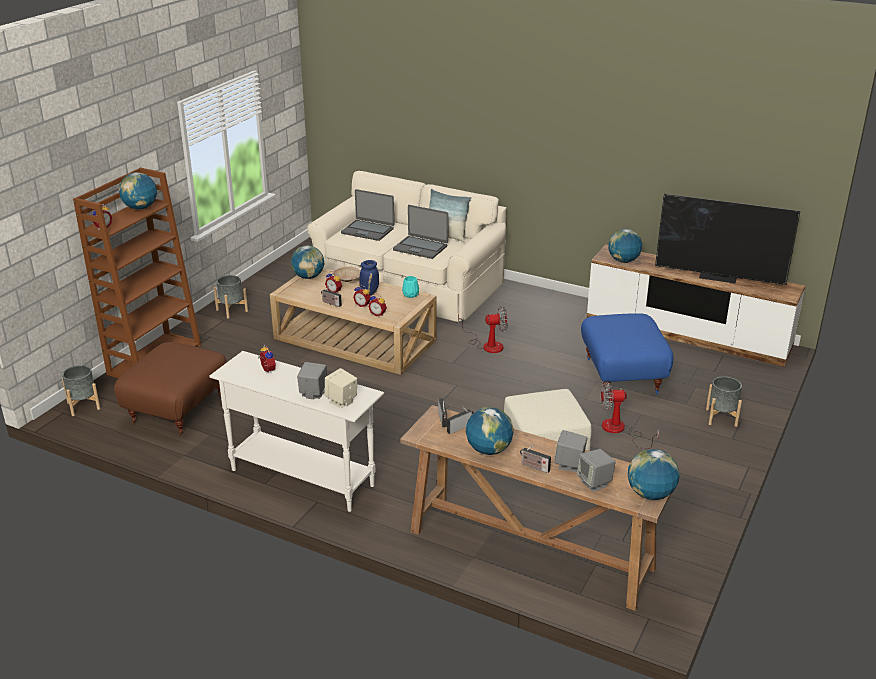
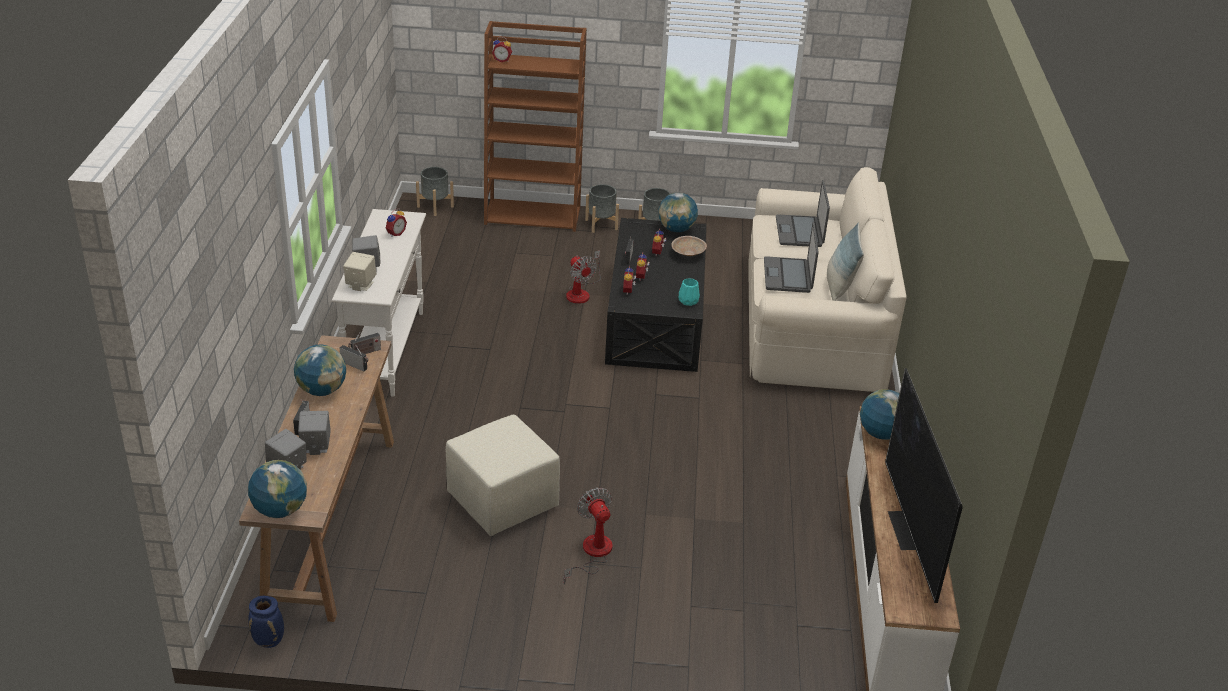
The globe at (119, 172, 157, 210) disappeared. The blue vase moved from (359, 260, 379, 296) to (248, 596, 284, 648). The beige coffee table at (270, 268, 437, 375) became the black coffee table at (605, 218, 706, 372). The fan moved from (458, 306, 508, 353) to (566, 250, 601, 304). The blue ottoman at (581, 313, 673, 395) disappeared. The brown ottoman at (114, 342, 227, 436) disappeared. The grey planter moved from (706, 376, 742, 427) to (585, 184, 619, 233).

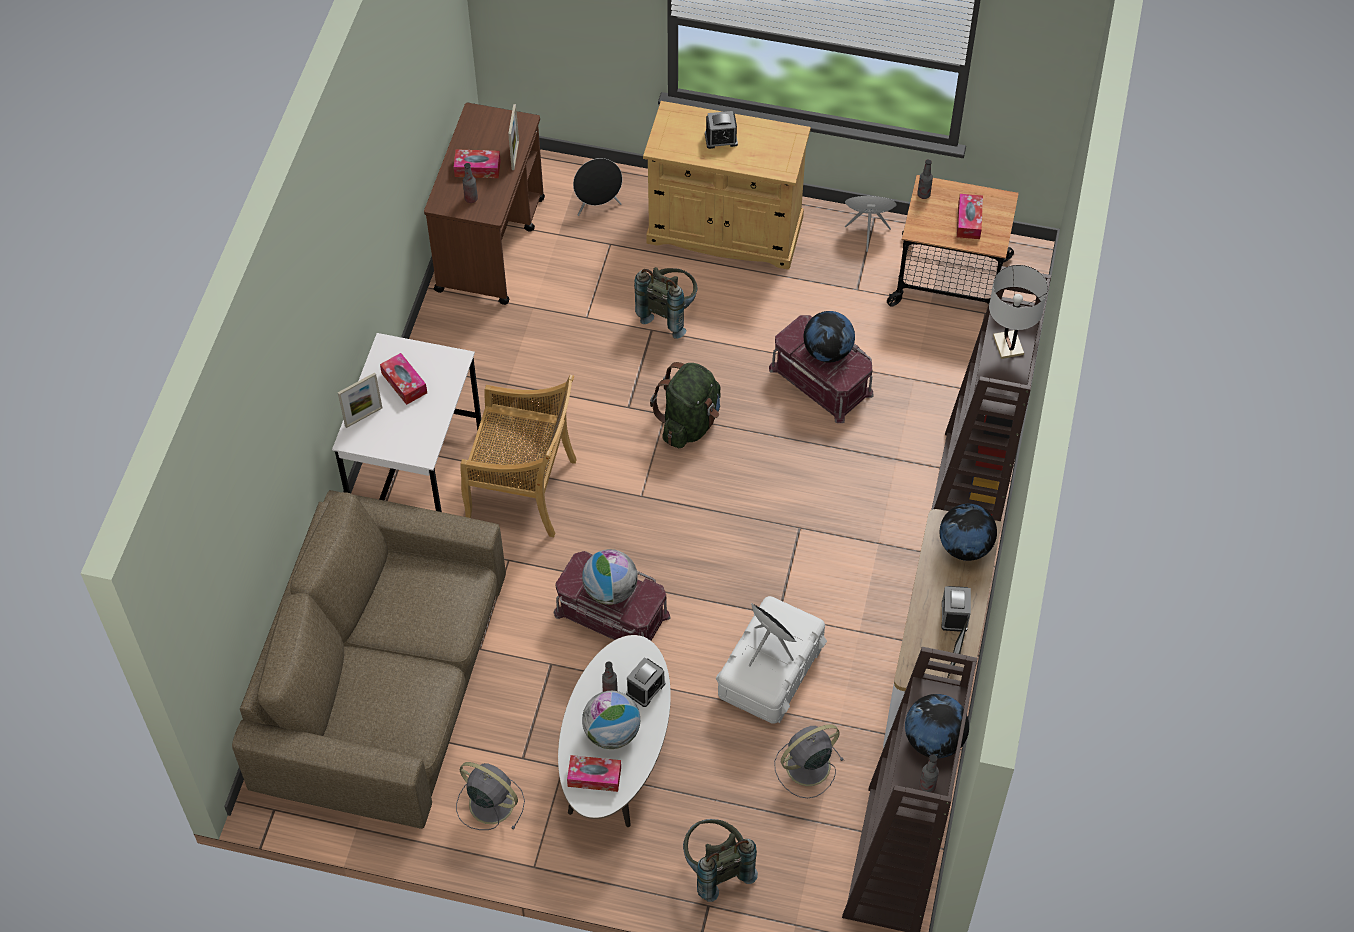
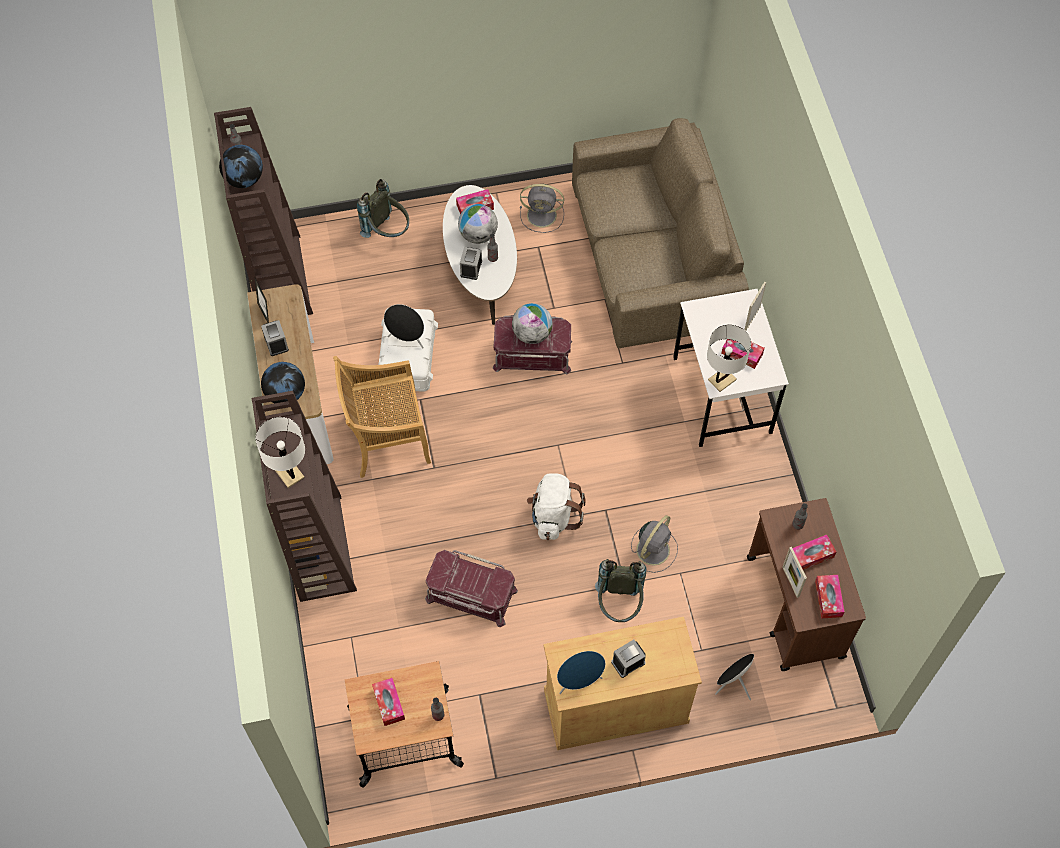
The blue speaker moved from (845, 196, 897, 252) to (557, 651, 606, 694). The globe at (804, 311, 855, 362) disappeared. The green backpack at (650, 362, 720, 448) became the white backpack at (527, 473, 586, 540). The beige chair moved from (460, 375, 577, 537) to (333, 356, 431, 478). The grey fan moved from (774, 724, 844, 798) to (631, 515, 678, 573). The white table lamp at (707, 325, 751, 392) appeared. The tissue box at (815, 575, 845, 619) appeared.

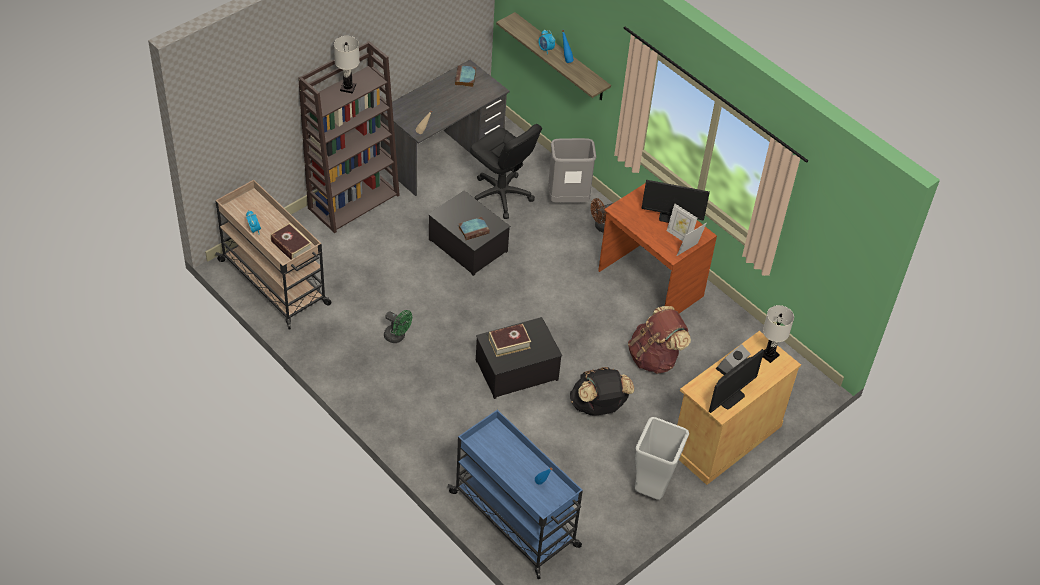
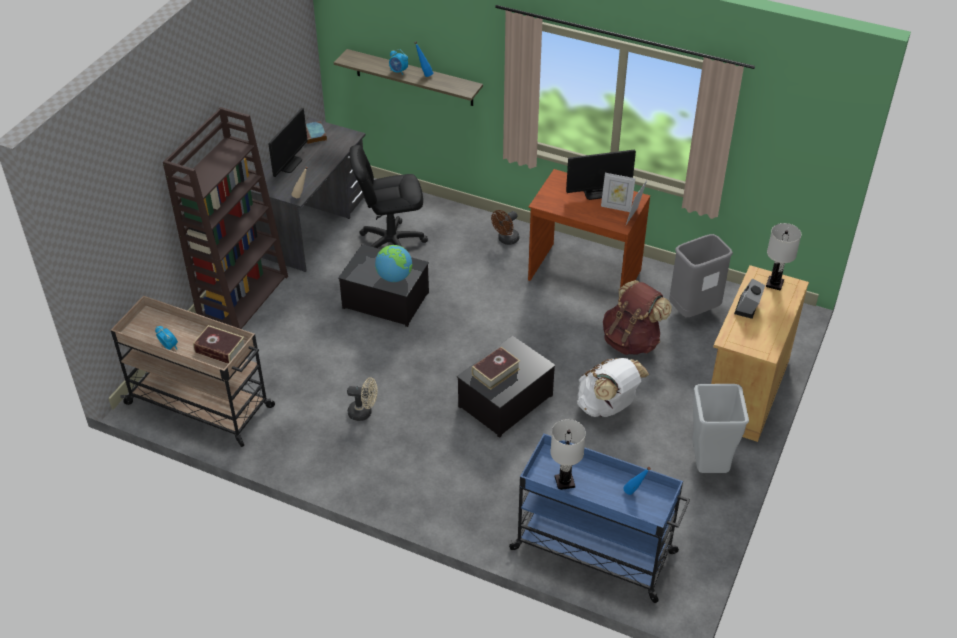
The white table lamp moved from (334, 36, 360, 93) to (550, 419, 586, 490). The black office chair at (470, 124, 542, 219) turned 150 degrees clockwise. The grey trash can moved from (548, 138, 596, 203) to (669, 234, 733, 317). The book at (458, 217, 490, 240) was replaced by the globe at (375, 245, 412, 282). The green fan at (384, 310, 412, 343) became the beige fan at (347, 377, 378, 421). The monitor moved from (709, 349, 764, 413) to (268, 108, 308, 177). The black backpack at (570, 367, 634, 416) became the white backpack at (577, 358, 649, 417).

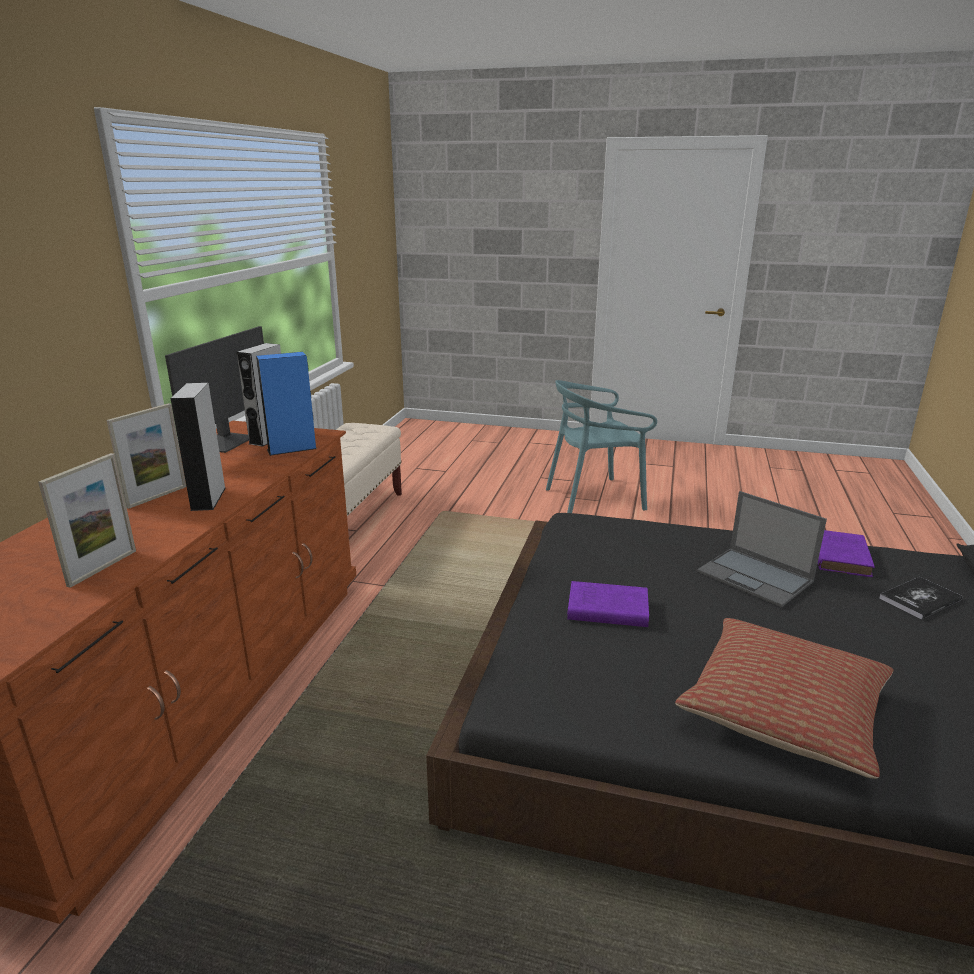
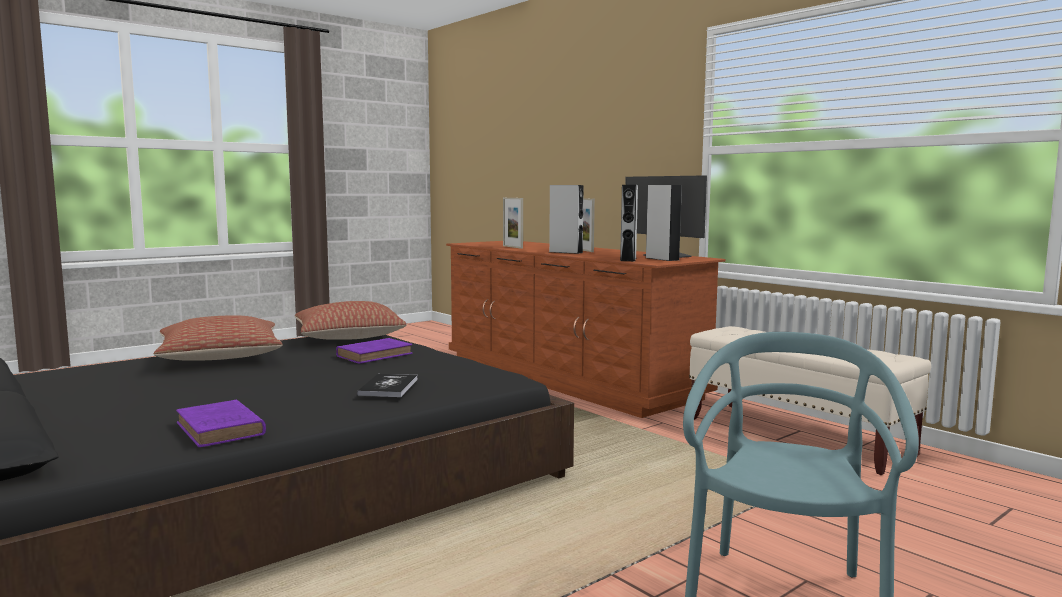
The blue speaker at (256, 352, 317, 456) became the grey speaker at (620, 185, 638, 261). The laptop at (697, 491, 827, 607) disappeared. The book moved from (879, 577, 962, 620) to (357, 374, 418, 397). The pillow at (295, 301, 407, 340) appeared.

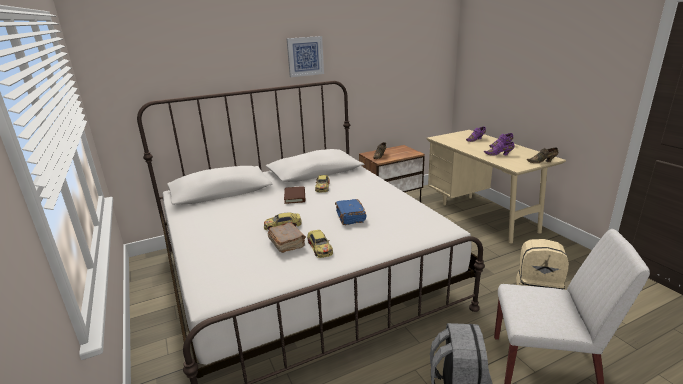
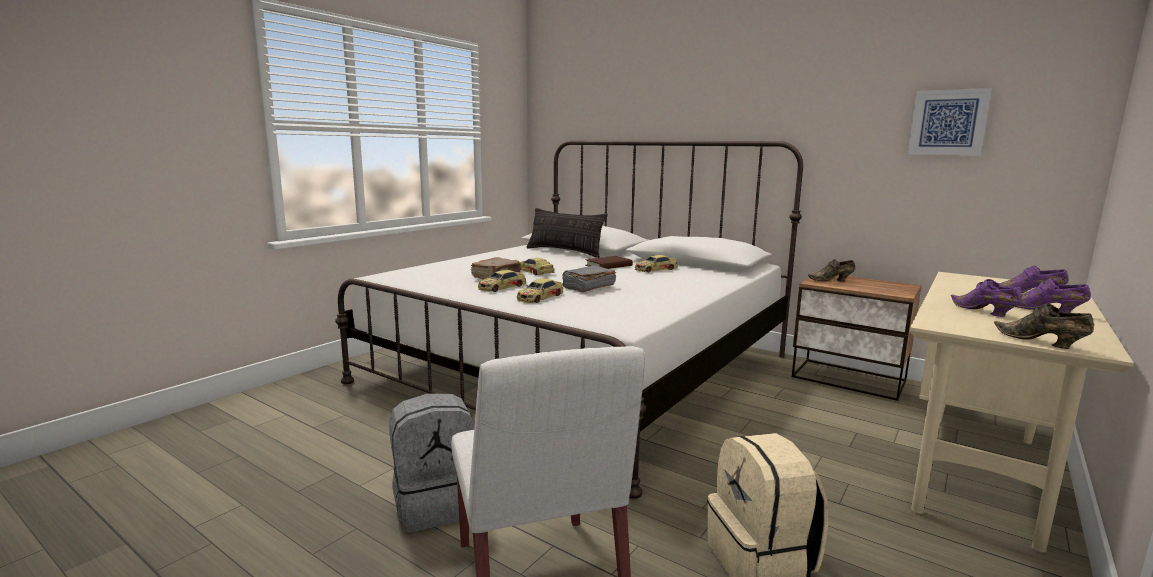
The picture moved from (286, 36, 324, 77) to (908, 88, 992, 156). The blue book at (335, 199, 367, 225) became the grey book at (562, 265, 616, 293). The pillow at (526, 208, 607, 258) appeared. The toy car at (517, 279, 563, 303) appeared.

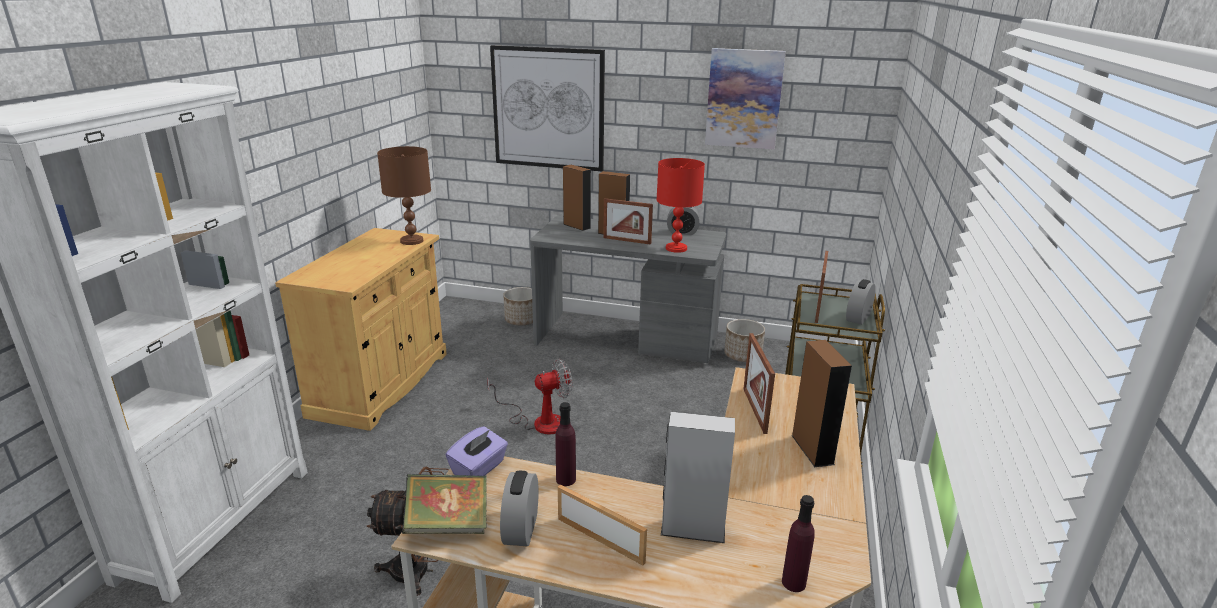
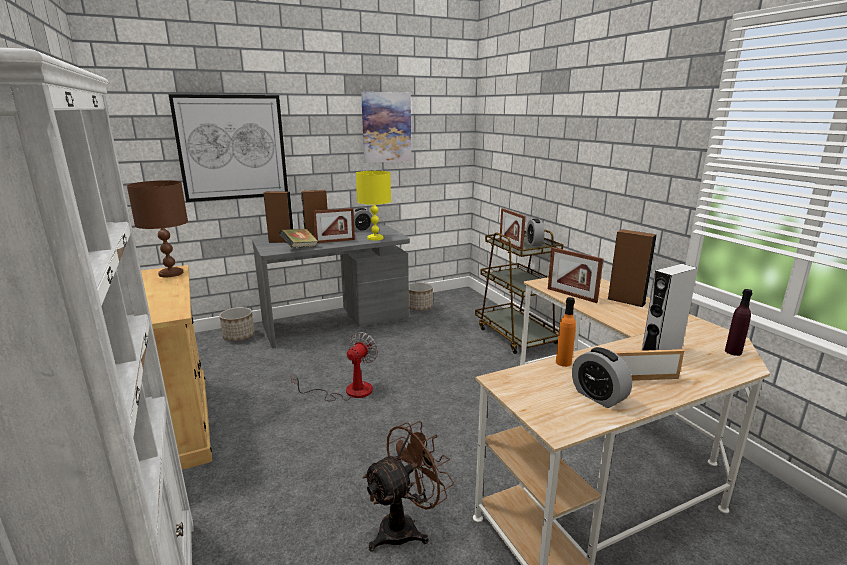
The red table lamp at (657, 158, 705, 253) became the yellow table lamp at (356, 171, 391, 241). The purple bottle at (556, 402, 576, 486) became the orange bottle at (556, 297, 576, 367). The purple tissue box at (446, 426, 508, 476) disappeared. The book moved from (402, 474, 487, 534) to (279, 229, 318, 248).

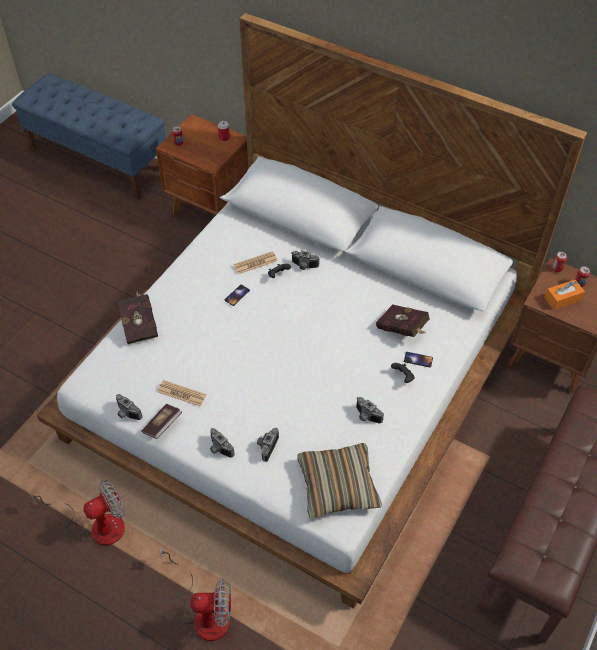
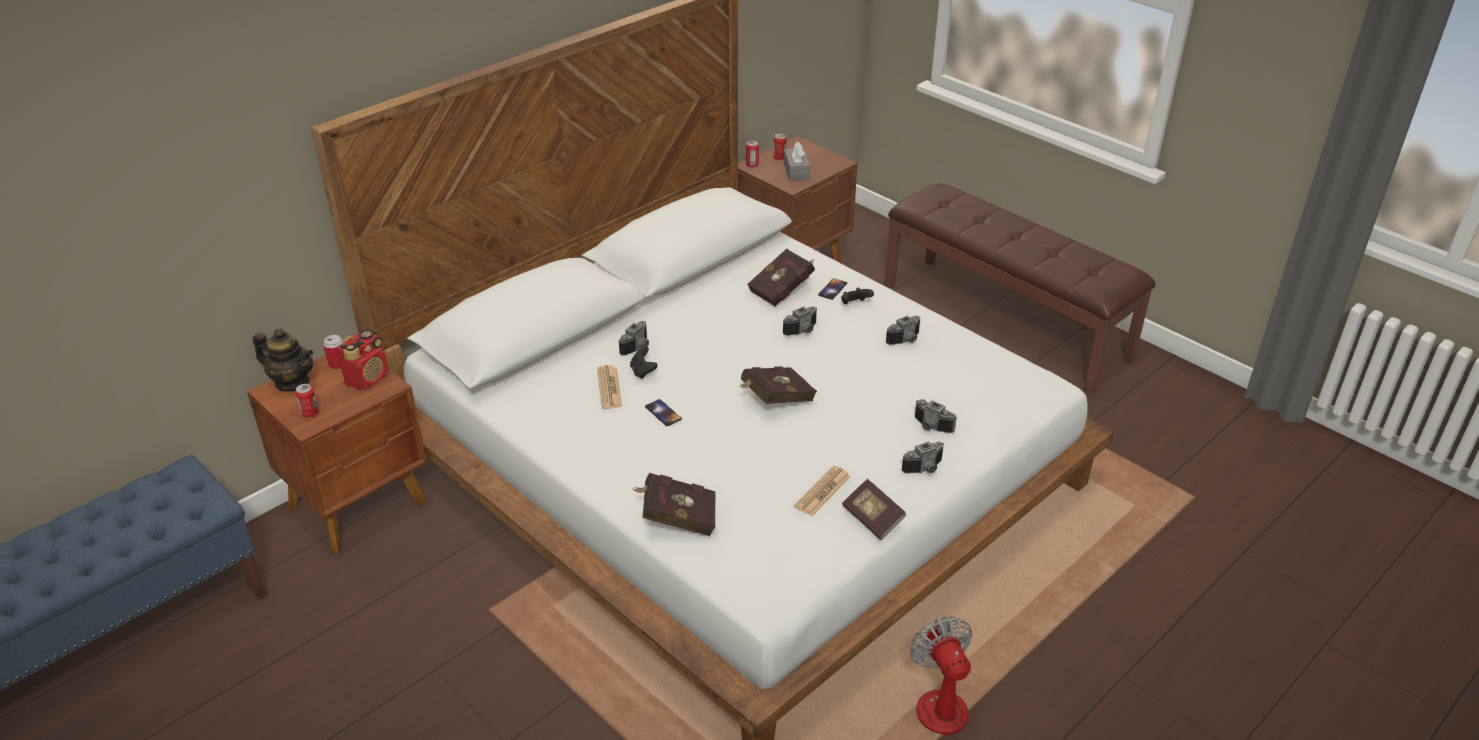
The orange tissue box at (544, 280, 585, 310) became the grey tissue box at (784, 142, 810, 181). The photo camera moved from (116, 394, 143, 420) to (783, 306, 817, 336). The pillow at (297, 443, 382, 519) disappeared. The fan at (160, 546, 231, 641) disappeared. The teapot at (253, 328, 314, 391) appeared. The radio at (336, 329, 389, 390) appeared. The red book at (739, 366, 817, 404) appeared.

